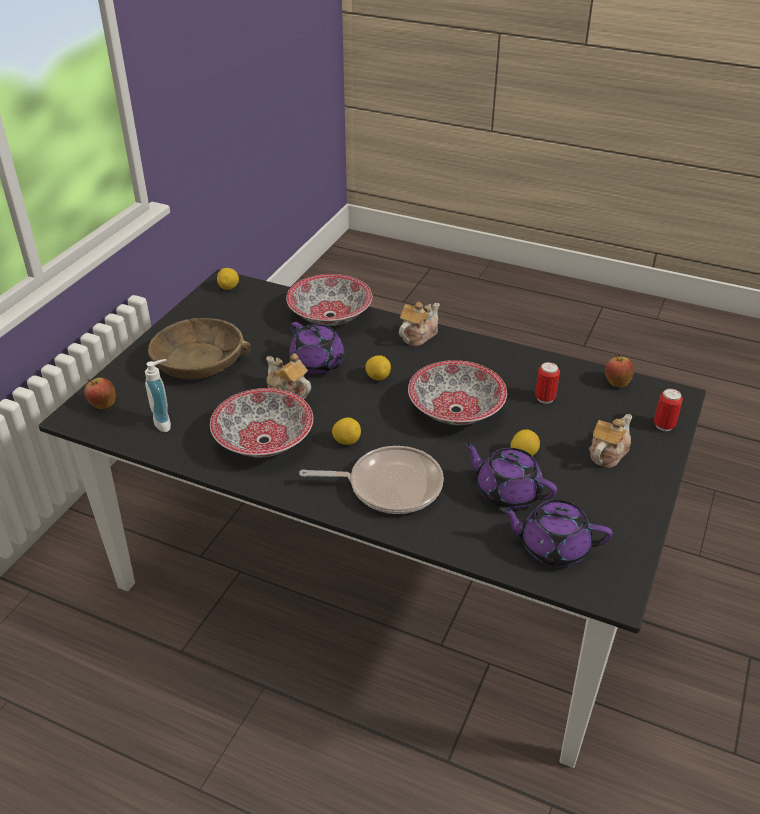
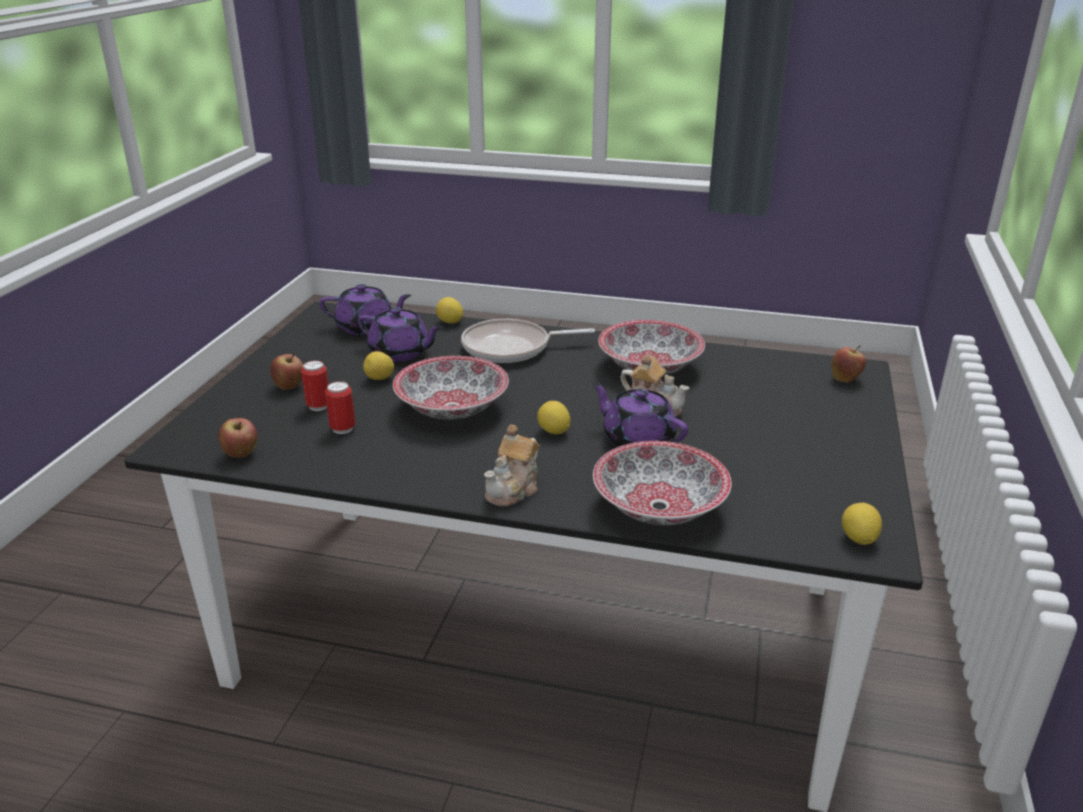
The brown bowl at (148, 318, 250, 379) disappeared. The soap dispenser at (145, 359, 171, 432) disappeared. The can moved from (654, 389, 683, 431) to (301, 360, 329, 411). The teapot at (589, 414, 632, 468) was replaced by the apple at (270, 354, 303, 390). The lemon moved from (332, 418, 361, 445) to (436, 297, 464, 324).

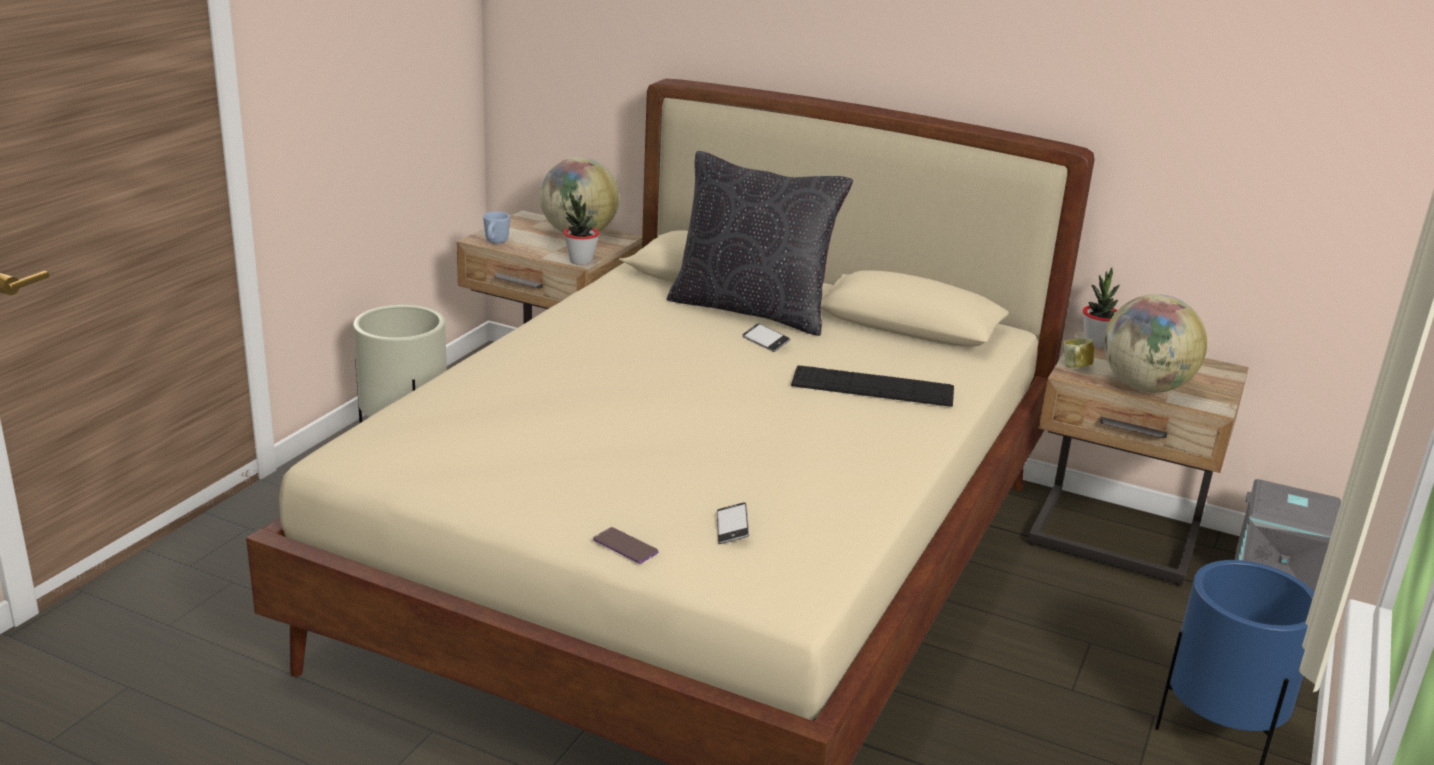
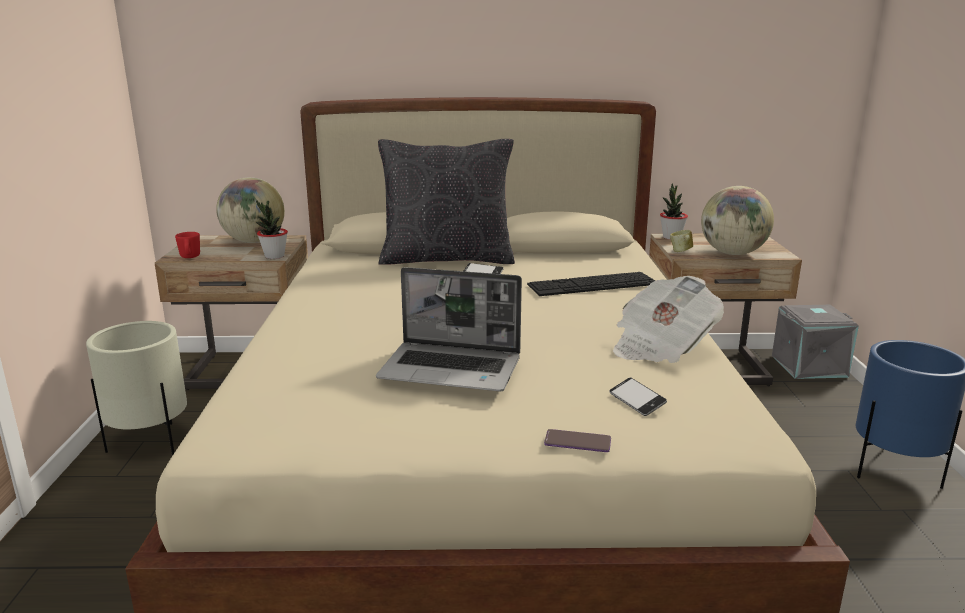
The blue mug at (483, 212, 510, 243) became the red mug at (175, 232, 200, 258). The laptop at (376, 267, 522, 391) appeared. The newspaper at (613, 276, 724, 363) appeared.

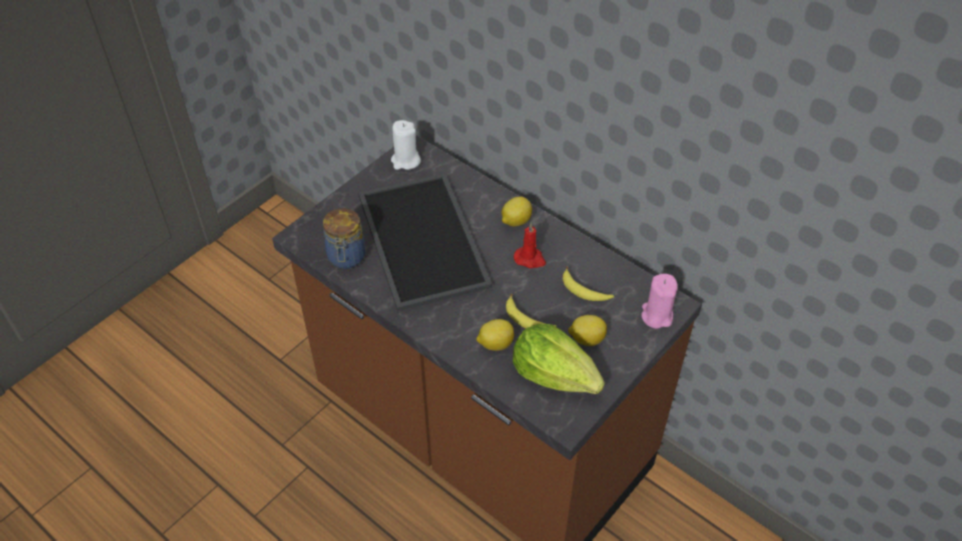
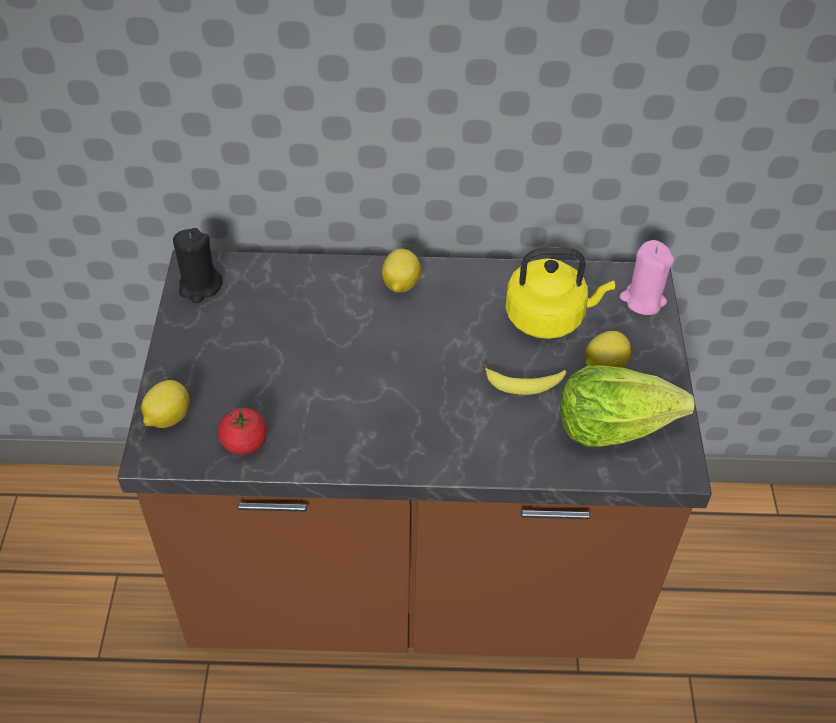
The white candle at (391, 120, 421, 170) became the black candle at (173, 228, 222, 303). The tray at (358, 173, 492, 311) disappeared. The jar at (323, 208, 365, 269) was replaced by the tomato at (218, 407, 267, 455). The red candle at (514, 222, 546, 268) disappeared. The banana at (563, 267, 614, 301) was replaced by the yellow kettle at (505, 247, 615, 339). The lemon moved from (476, 319, 514, 351) to (141, 380, 190, 428).

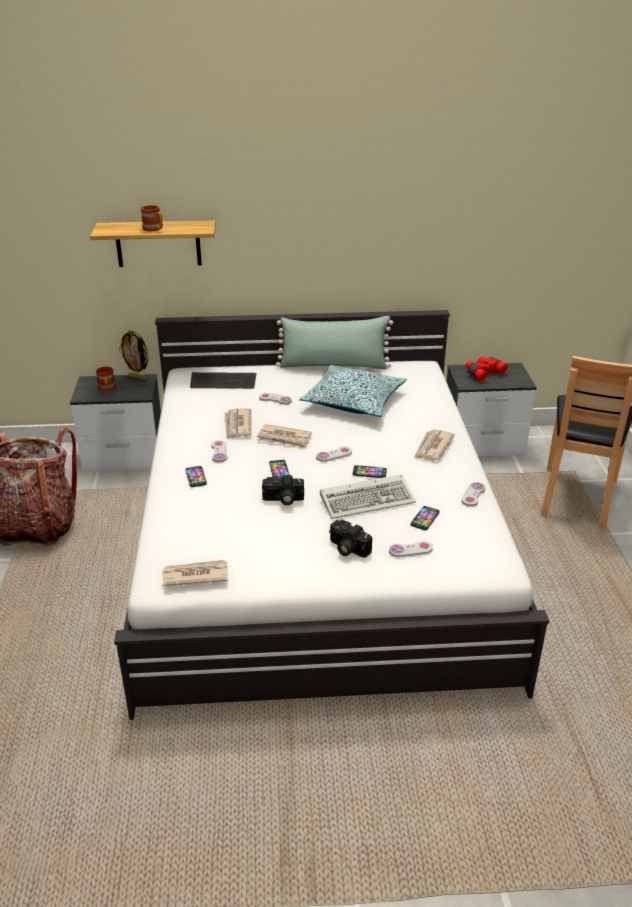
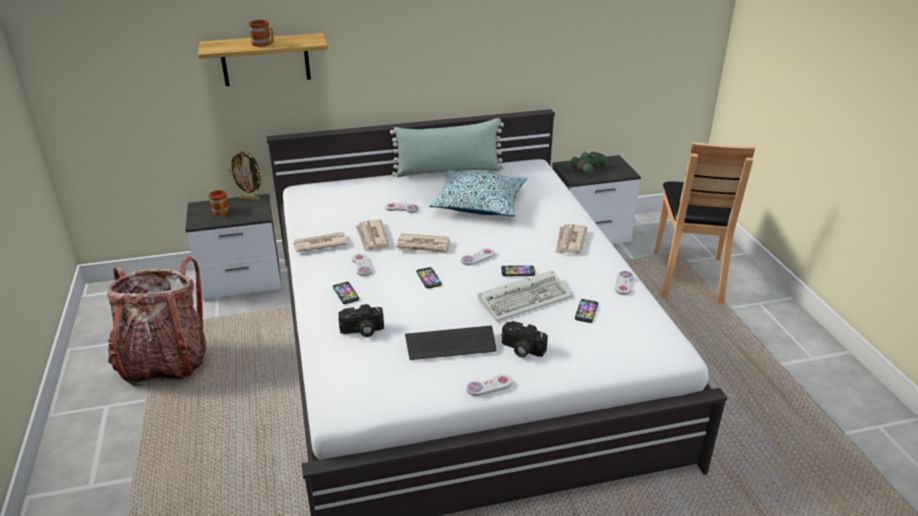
The red binoculars at (466, 357, 508, 381) became the green binoculars at (571, 152, 610, 175). The keyboard moved from (190, 372, 257, 389) to (405, 326, 496, 360). The photo camera moved from (262, 475, 304, 506) to (338, 304, 384, 337). The white game controller moved from (389, 541, 433, 557) to (466, 374, 512, 396). The newspaper moved from (162, 560, 228, 586) to (293, 232, 348, 252).

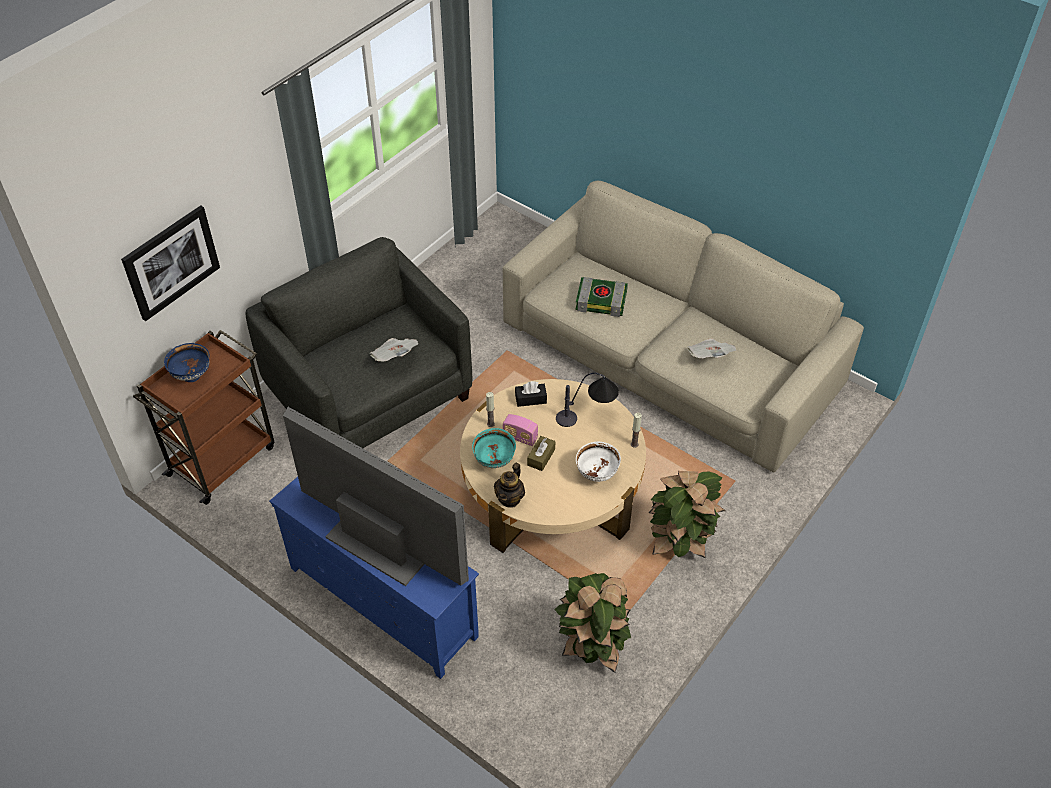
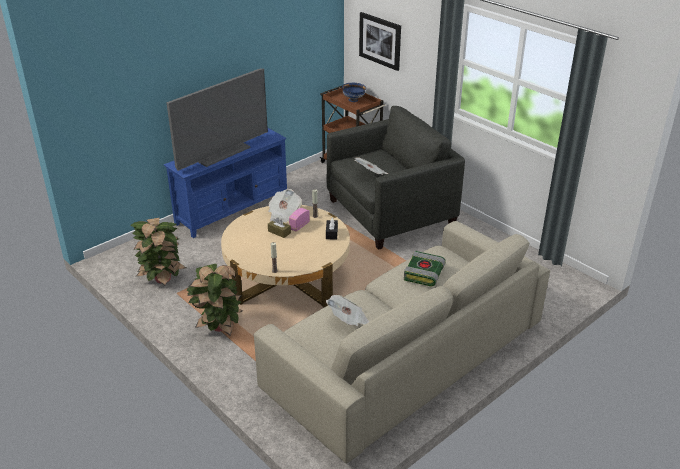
The table lamp at (556, 373, 619, 427) disappeared. The turquoise bowl at (472, 428, 516, 468) was replaced by the newspaper at (268, 189, 302, 223). The white bowl at (576, 442, 621, 482) disappeared. The teapot at (494, 463, 525, 508) disappeared.

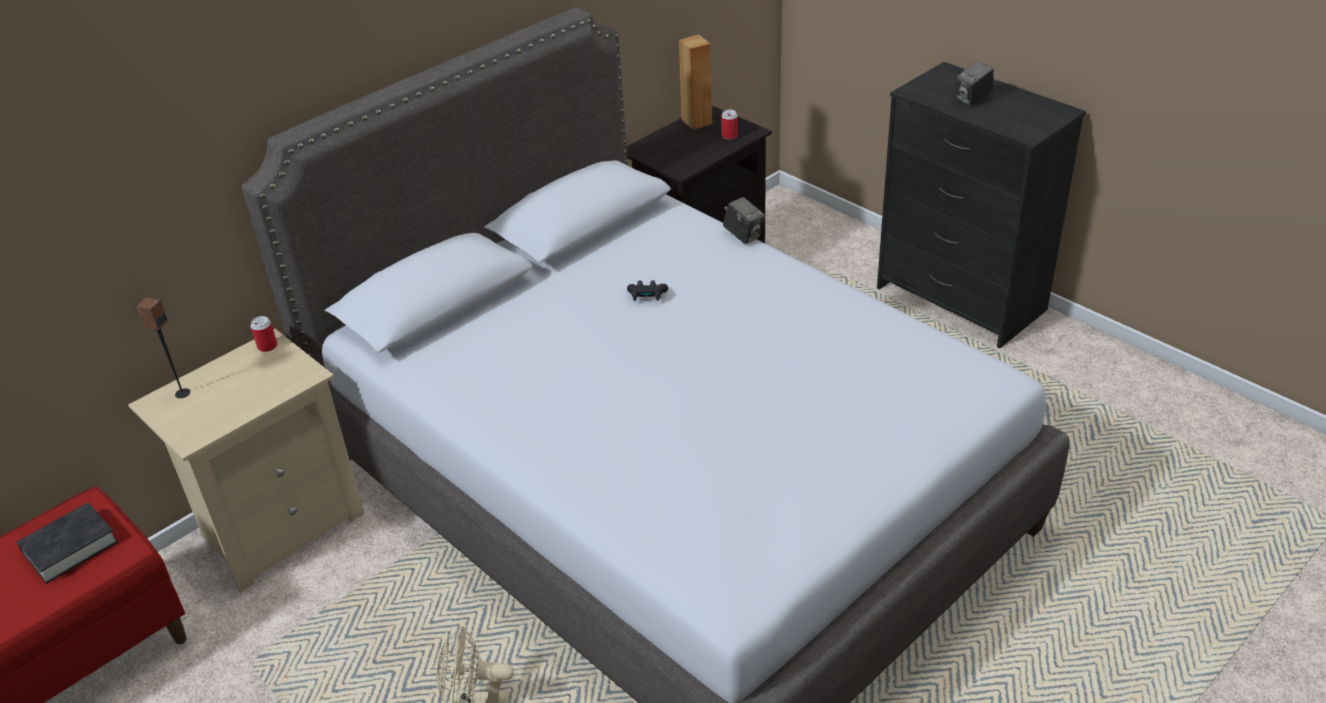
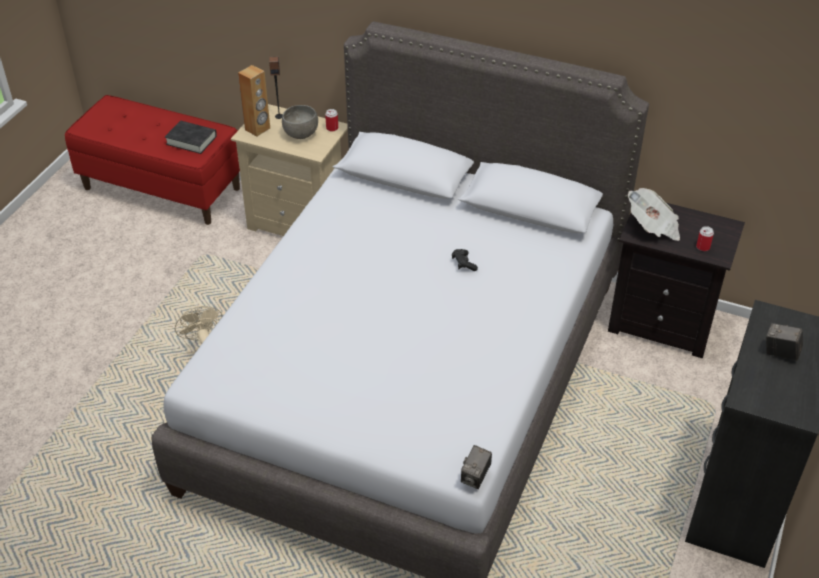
The brown speaker moved from (679, 35, 712, 130) to (238, 65, 270, 136). The photo camera moved from (723, 197, 765, 244) to (461, 445, 492, 489). The grey bowl at (282, 105, 318, 139) appeared. The newspaper at (628, 188, 680, 241) appeared.

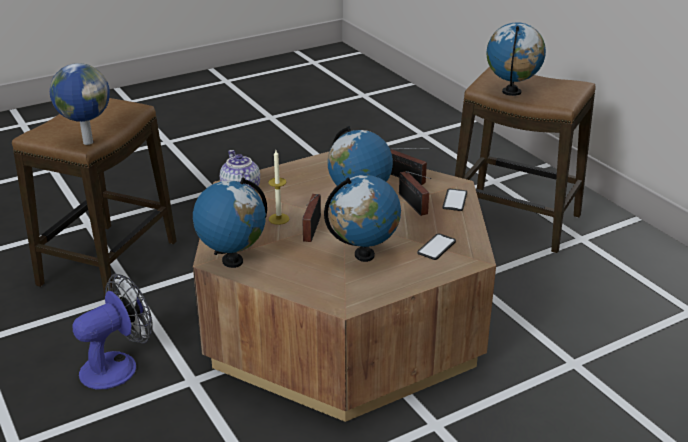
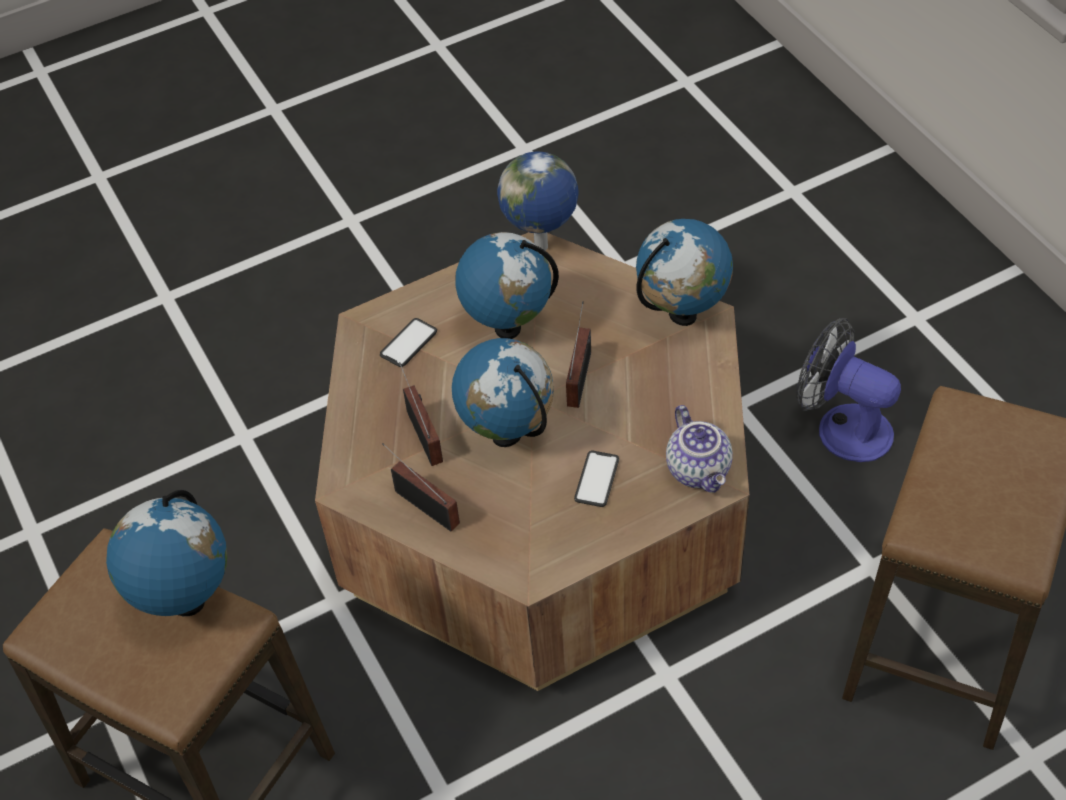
The globe moved from (50, 63, 110, 145) to (497, 151, 579, 251). The candle at (268, 150, 289, 225) disappeared. The phone moved from (442, 189, 467, 211) to (574, 450, 619, 507). The fan at (72, 274, 153, 390) turned 75 degrees clockwise.

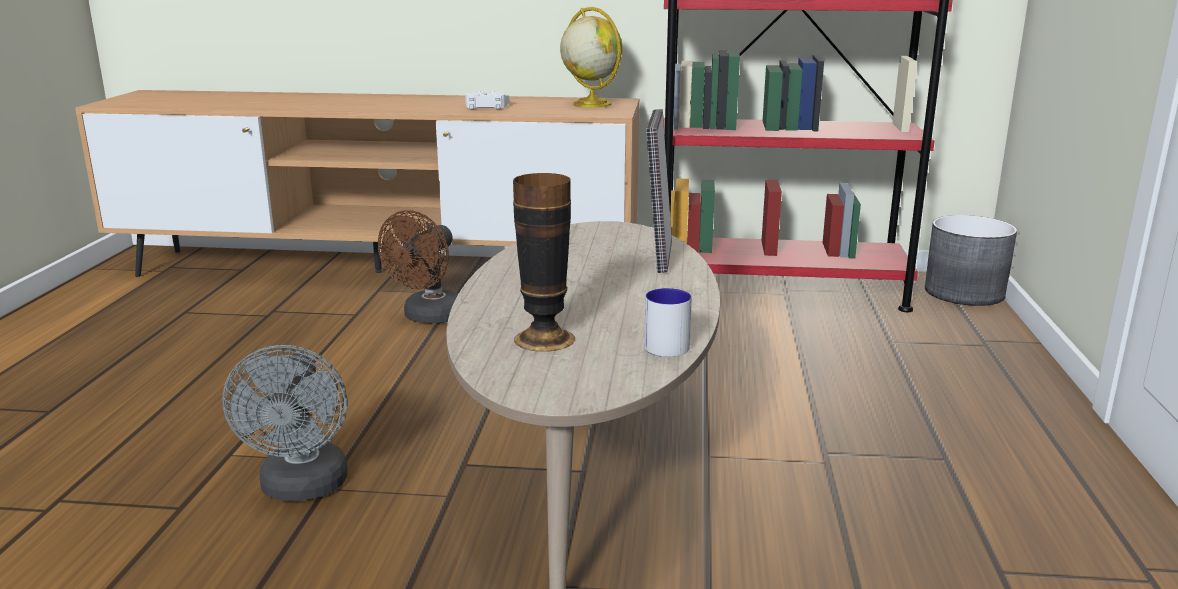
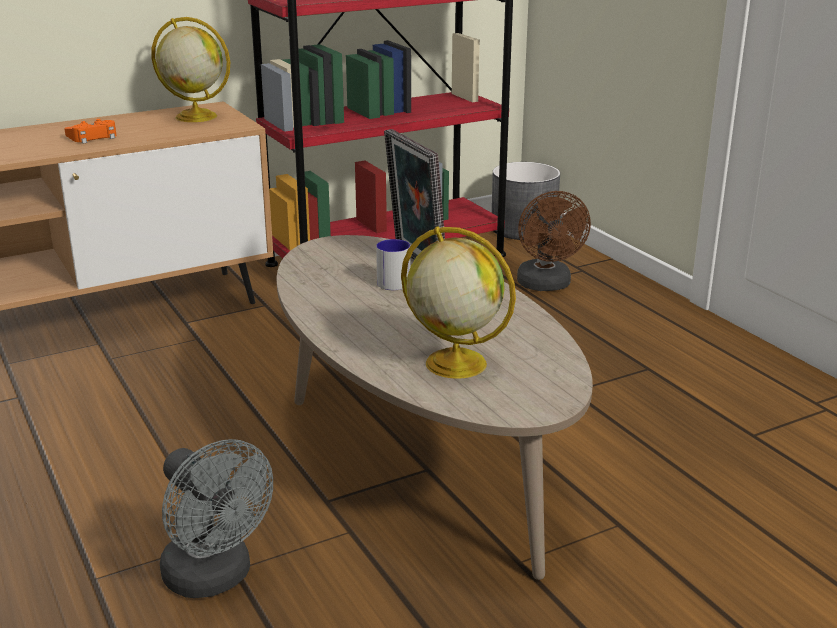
The white game controller at (465, 91, 509, 109) became the orange game controller at (64, 119, 116, 144). The vase at (513, 173, 575, 352) was replaced by the globe at (401, 227, 516, 379). The brown fan moved from (378, 210, 458, 324) to (517, 191, 591, 291). The mug moved from (644, 288, 692, 357) to (376, 239, 410, 290).

